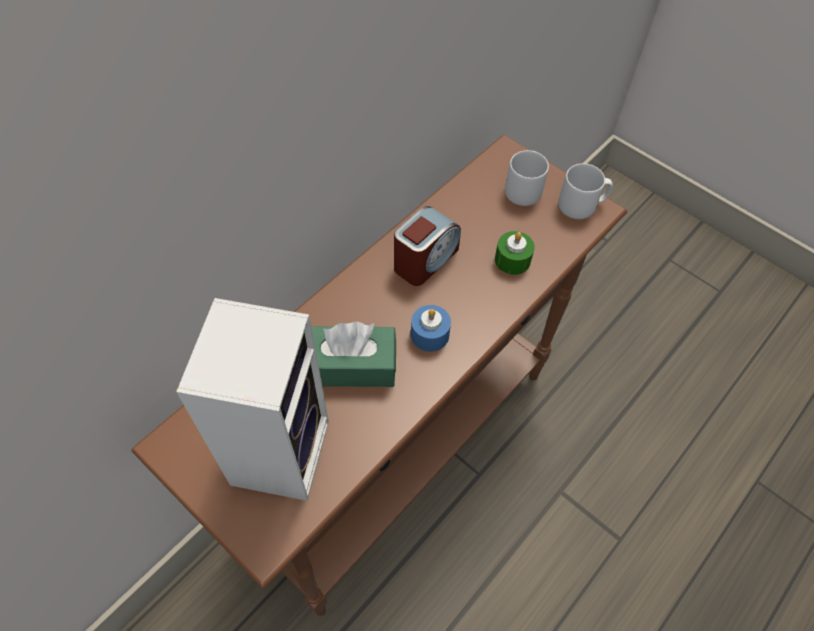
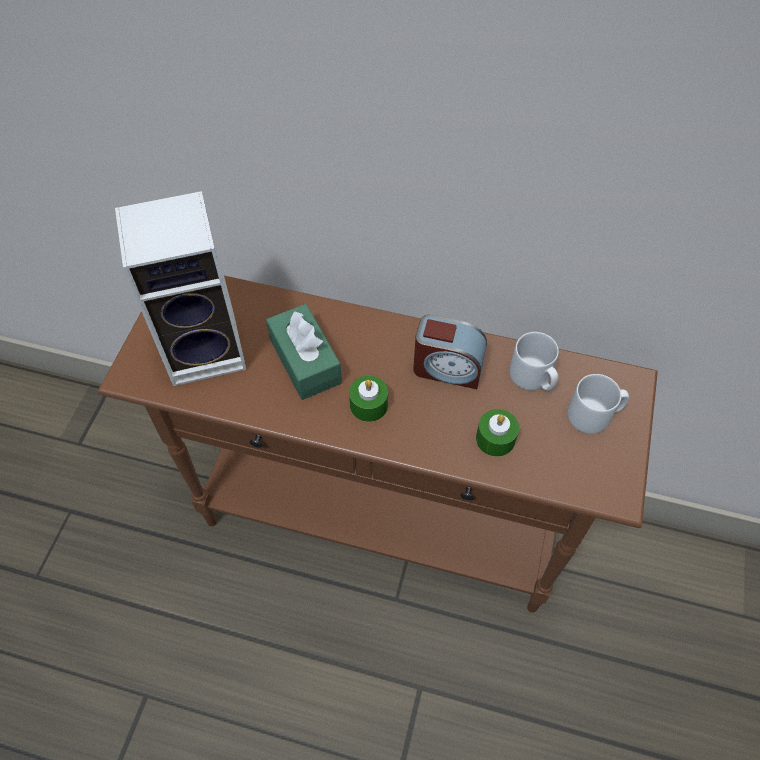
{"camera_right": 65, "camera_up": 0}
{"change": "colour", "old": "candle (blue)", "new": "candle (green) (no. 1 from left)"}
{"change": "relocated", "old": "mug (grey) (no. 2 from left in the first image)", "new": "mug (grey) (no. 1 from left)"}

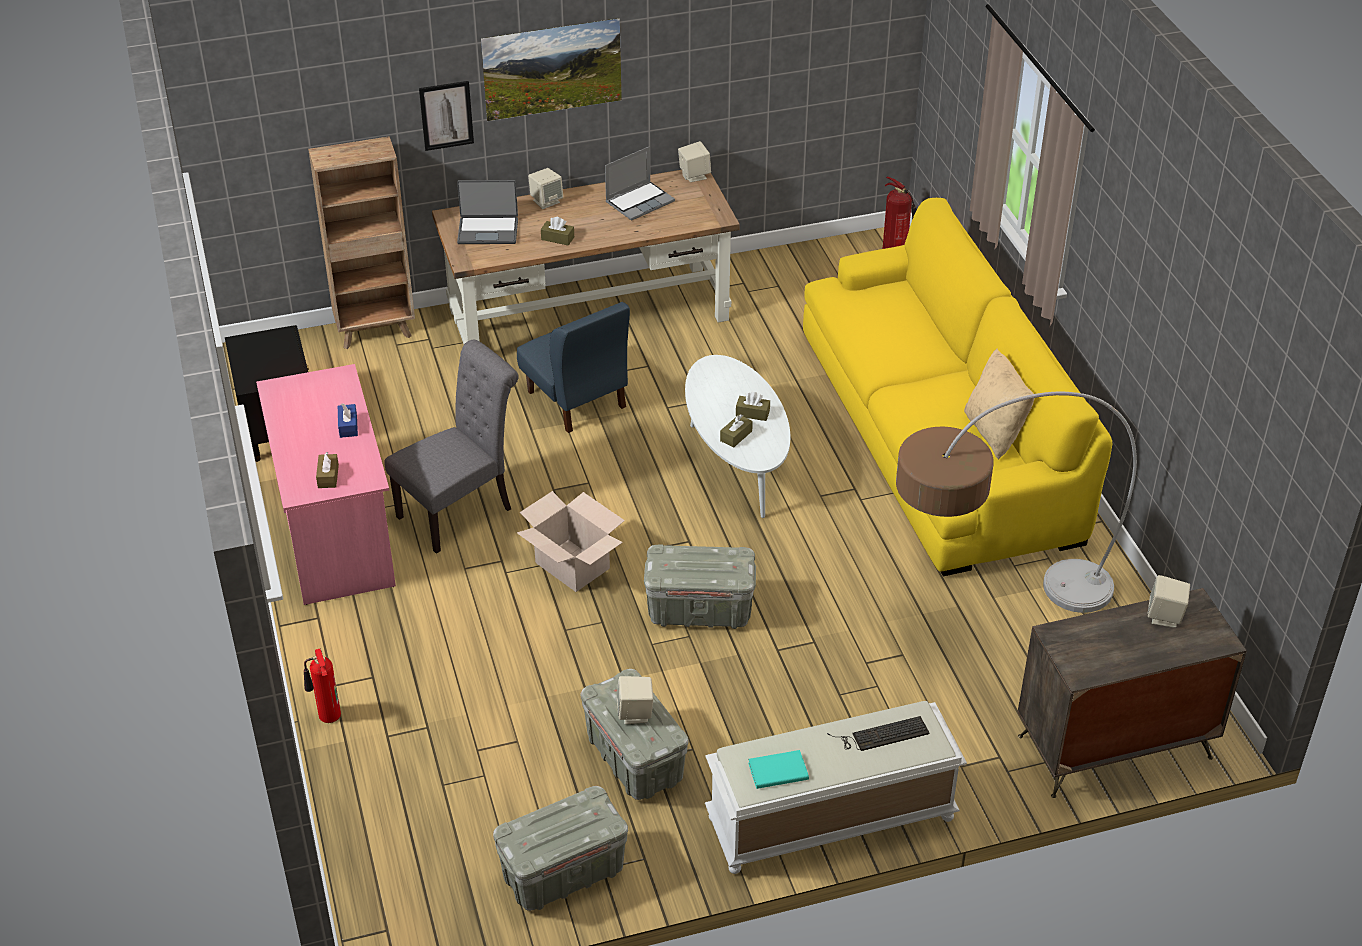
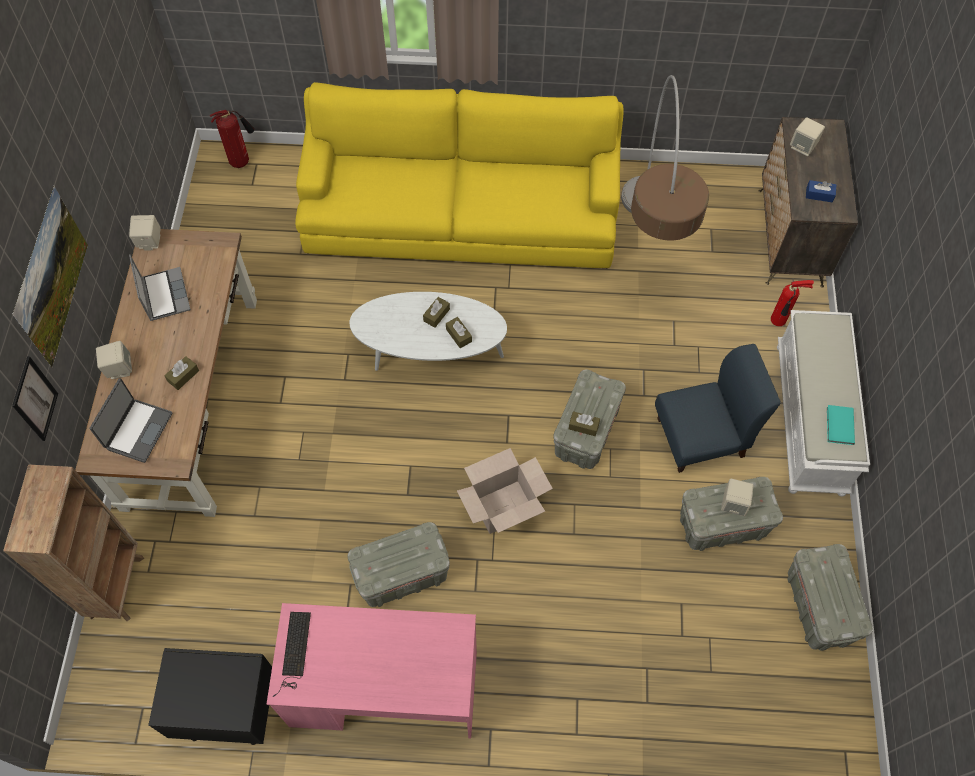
{"camera_right": -70, "camera_up": 20}
{"change": "relocated", "old": "fire extinguisher (no. 1 from left in the first image)", "new": "fire extinguisher (no. 2 from left)"}
{"change": "relocated", "old": "tissue box (brown) (no. 1 from left in the first image)", "new": "tissue box (brown) (no. 4 from left)"}
{"change": "relocated", "old": "tissue box (blue)"}
{"change": "exchanged", "old": "chair (grey)", "new": "storage box (grey) (no. 1 from left)"}
{"change": "relocated", "old": "chair (blue)"}
{"change": "relocated", "old": "keyboard"}
{"change": "missing", "old": "pillow (beige)"}

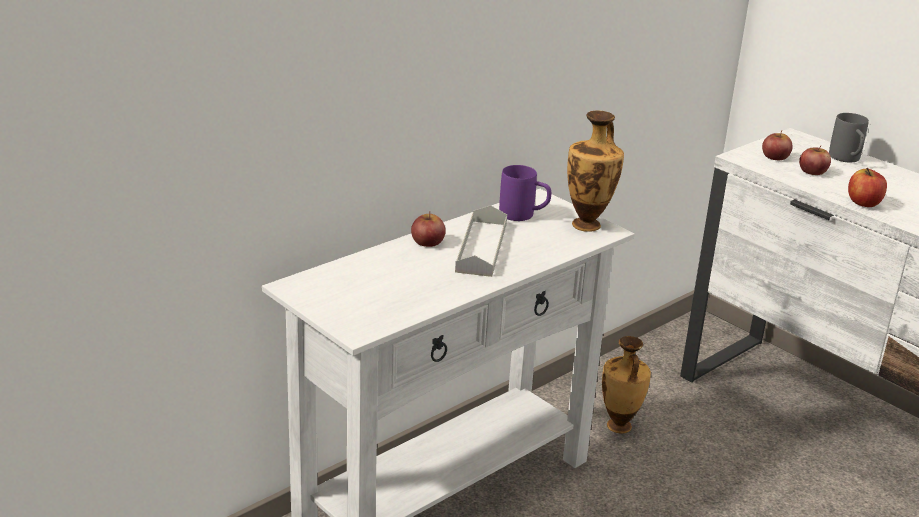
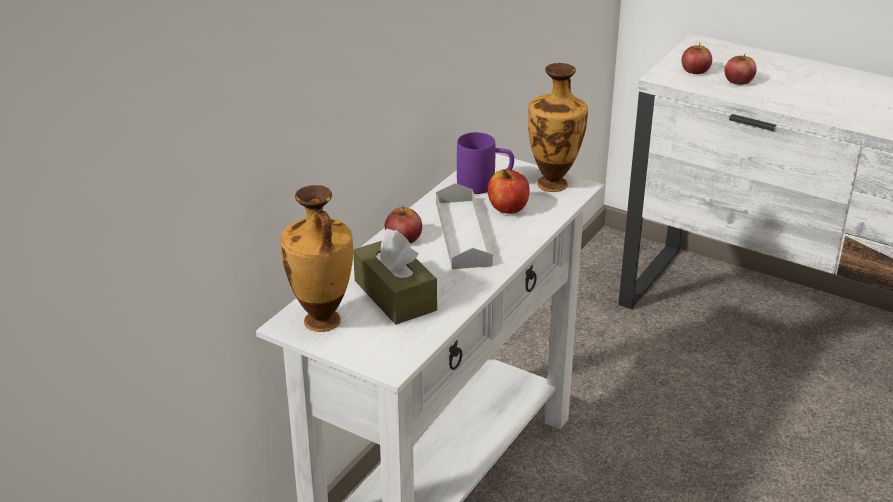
{"camera_right": -15, "camera_up": 5}
{"change": "relocated", "old": "vase (no. 2 from left in the first image)", "new": "vase (no. 1 from left)"}
{"change": "missing", "old": "mug (grey)"}
{"change": "relocated", "old": "apple (no. 4 from left in the first image)", "new": "apple (no. 2 from left)"}
{"change": "appeared", "new": "tissue box (brown)"}

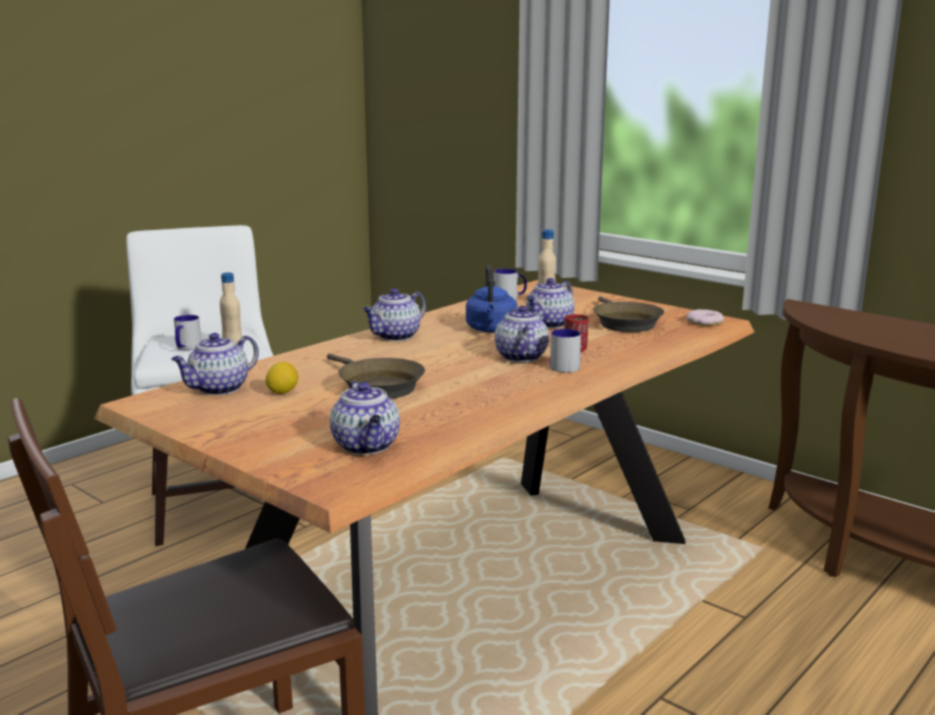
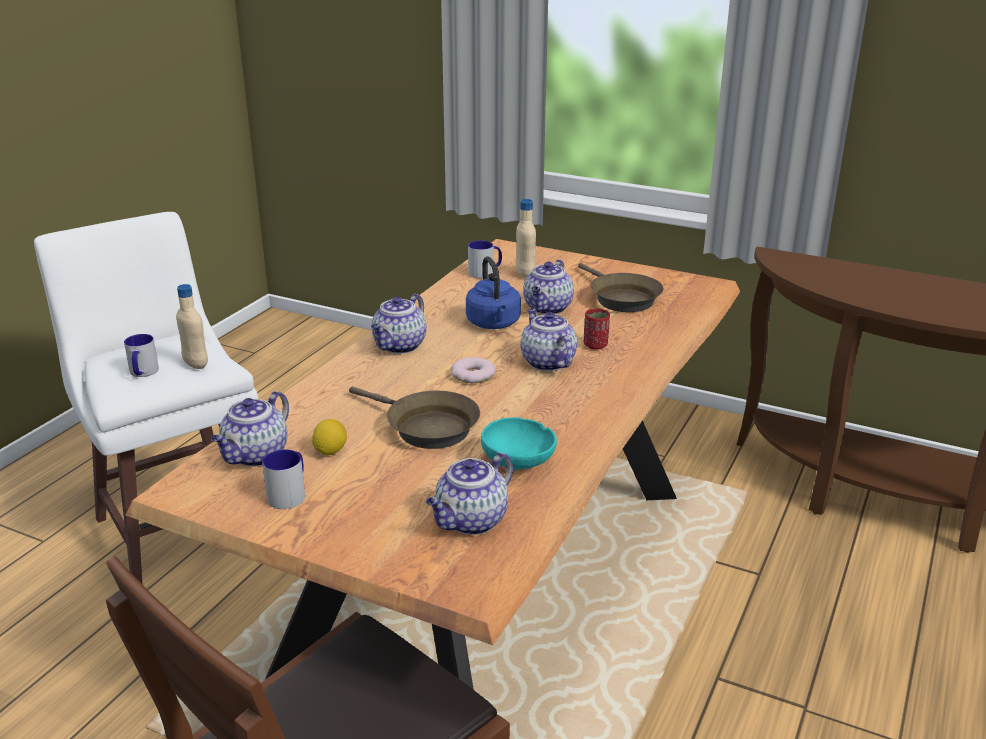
{"camera_right": -15, "camera_up": 10}
{"change": "spun", "old": "teapot (no. 2 from left in the first image)", "degrees": 75}
{"change": "relocated", "old": "mug (no. 3 from left in the first image)", "new": "mug (no. 2 from left)"}
{"change": "relocated", "old": "donut"}
{"change": "appeared", "new": "bowl (turquoise)"}

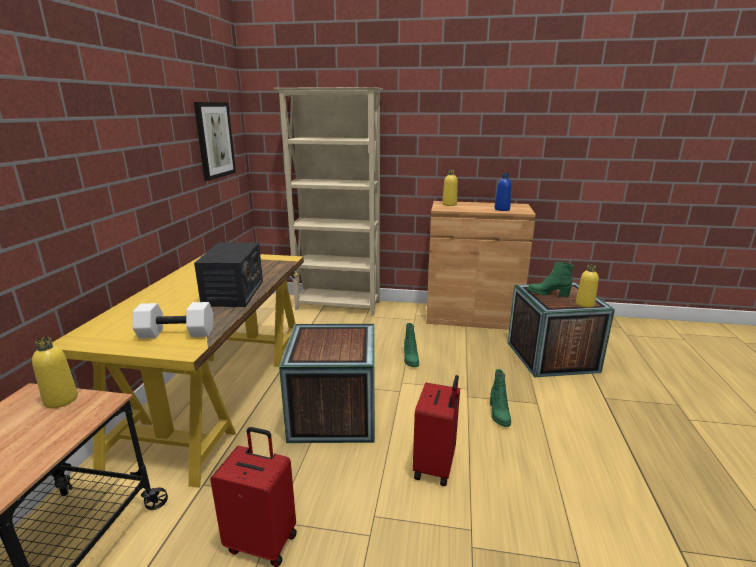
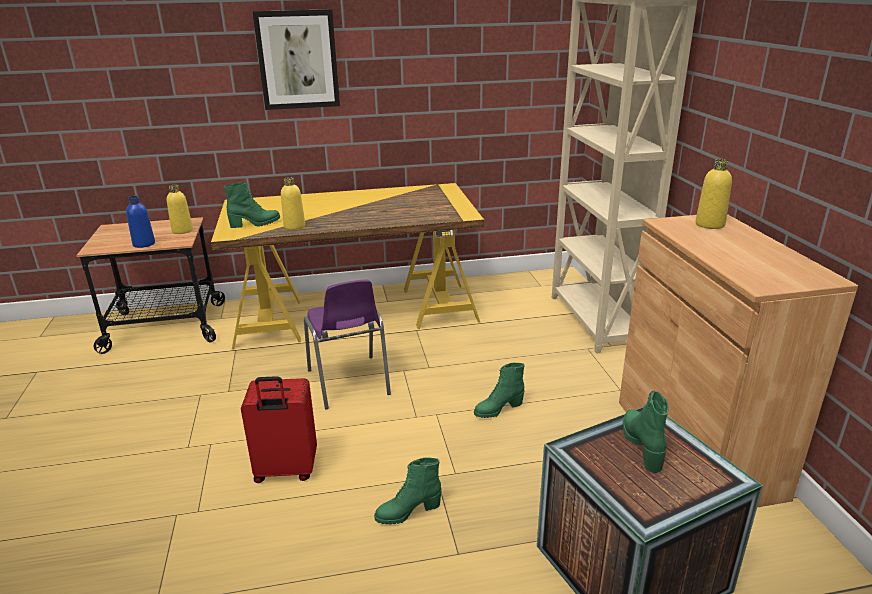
{"camera_right": 70, "camera_up": 5}
{"change": "exchanged", "old": "dumbbell (white)", "new": "boot (green) (no. 1 from left)"}
{"change": "relocated", "old": "picture"}
{"change": "missing", "old": "radio"}
{"change": "missing", "old": "suitcase (red) (no. 1 from left)"}
{"change": "exchanged", "old": "crate (no. 1 from left)", "new": "chair (purple)"}
{"change": "relocated", "old": "bottle (blue)"}
{"change": "relocated", "old": "bottle (yellow) (no. 3 from left in the first image)", "new": "bottle (yellow) (no. 2 from left)"}

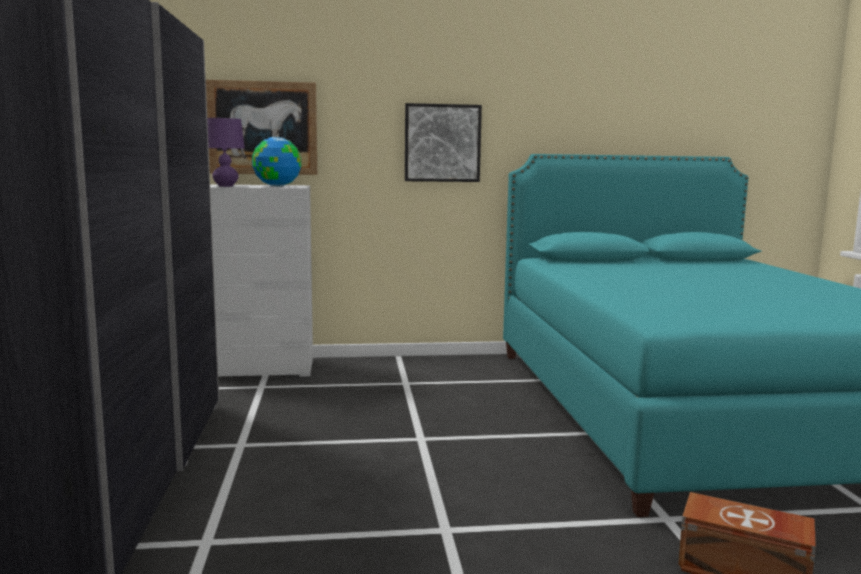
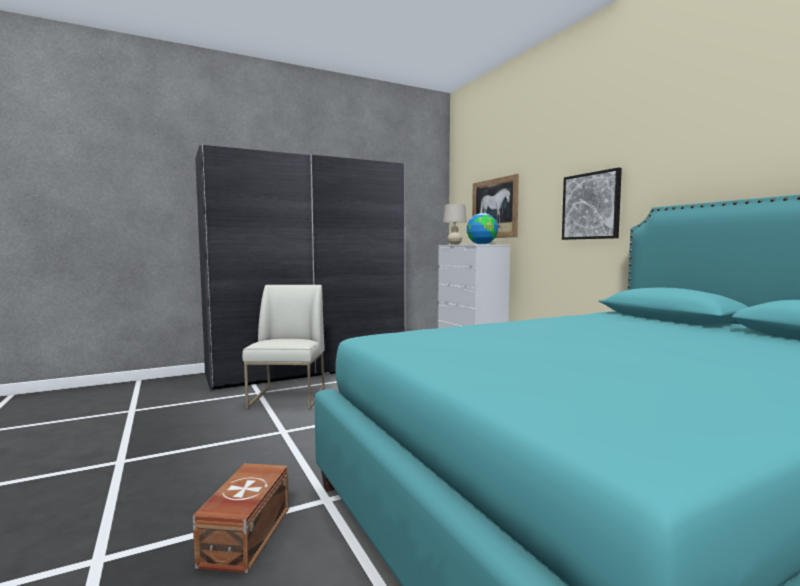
{"camera_right": 70, "camera_up": -5}
{"change": "colour", "old": "table lamp (purple)", "new": "table lamp (beige)"}
{"change": "appeared", "new": "chair (white)"}

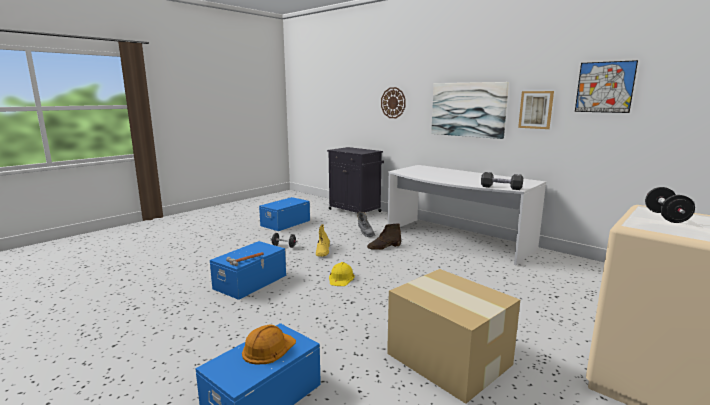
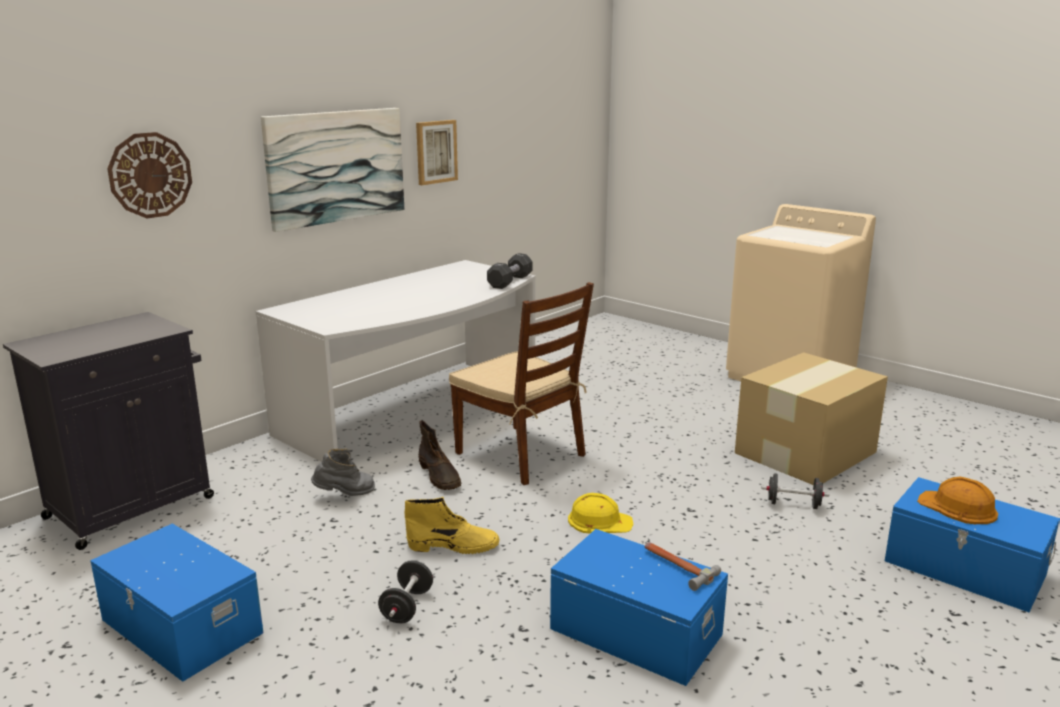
{"camera_right": -90, "camera_up": 5}
{"change": "missing", "old": "picture (no. 3 from left)"}
{"change": "relocated", "old": "dumbbell (black) (no. 3 from left)"}
{"change": "appeared", "new": "chair (brown)"}

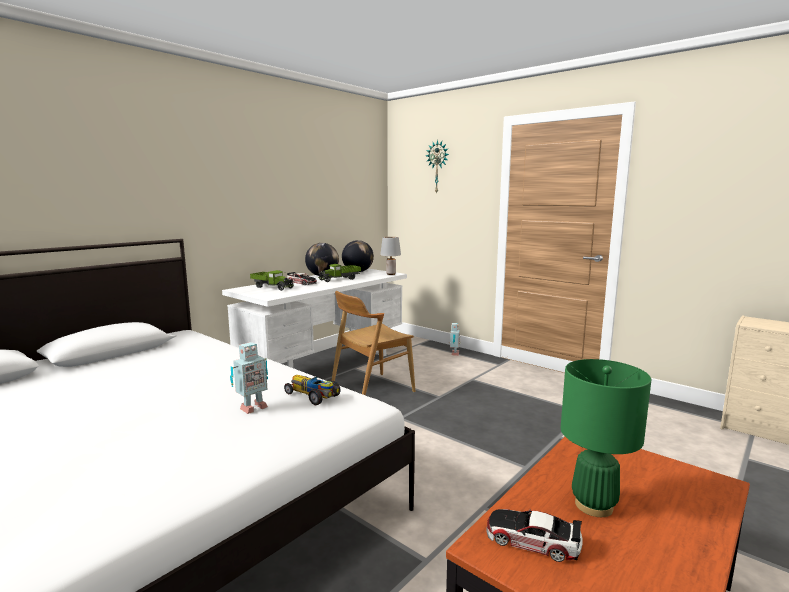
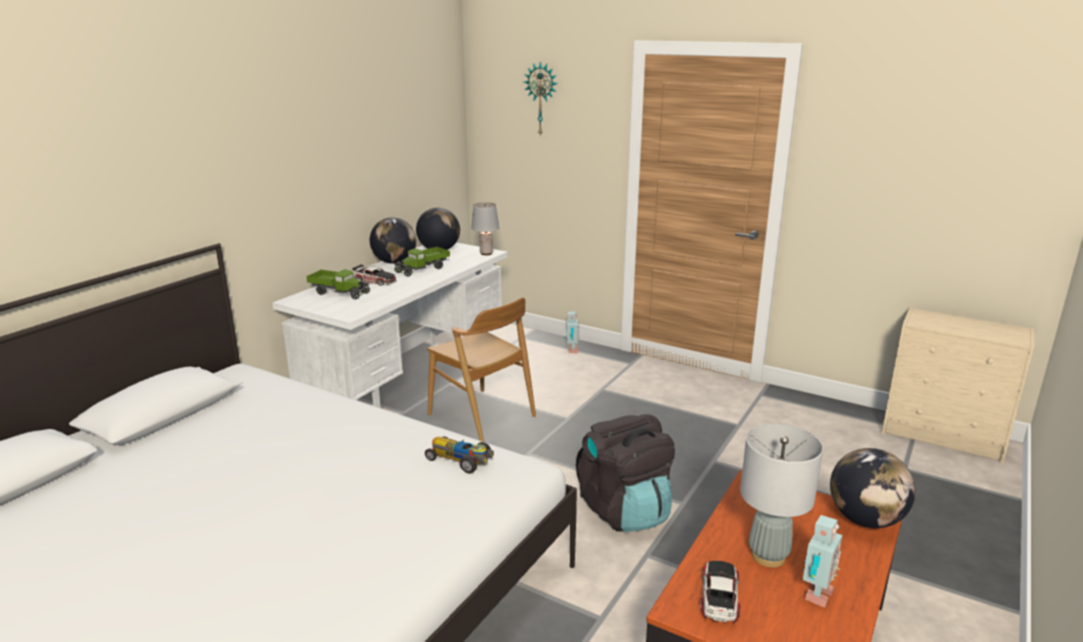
{"camera_right": -10, "camera_up": 10}
{"change": "relocated", "old": "toy robot (no. 1 from left in the first image)", "new": "toy robot (no. 2 from left)"}
{"change": "spun", "old": "chair (brown)", "degrees": -90}
{"change": "spun", "old": "toy car (no. 3 from left)", "degrees": 90}
{"change": "colour", "old": "table lamp (green)", "new": "table lamp (grey) (no. 2 from left)"}
{"change": "appeared", "new": "backpack (black)"}
{"change": "appeared", "new": "globe (no. 3 from left)"}

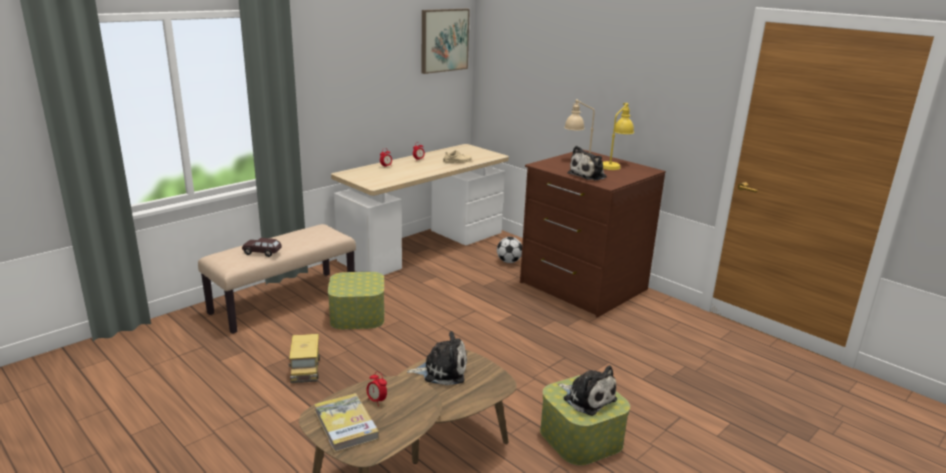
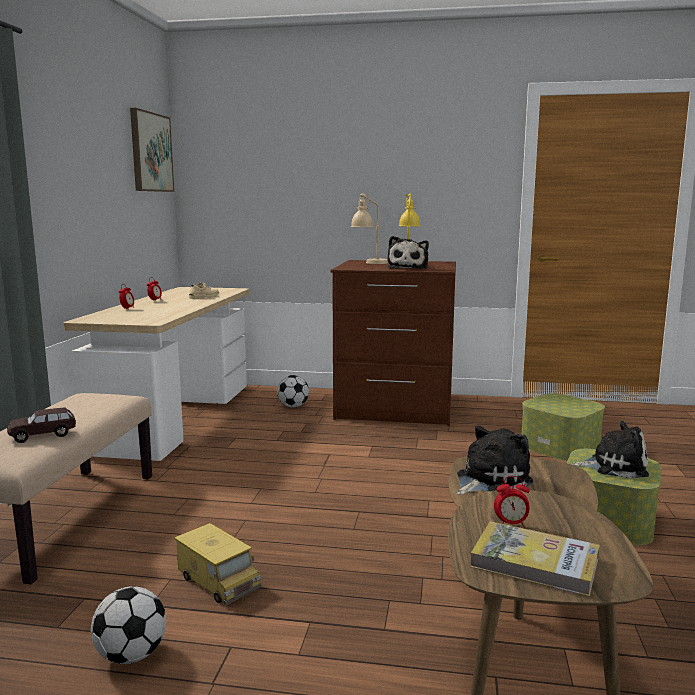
{"camera_right": -35, "camera_up": -10}
{"change": "relocated", "old": "storage box (no. 1 from left)"}
{"change": "appeared", "new": "football (no. 1 from left)"}

